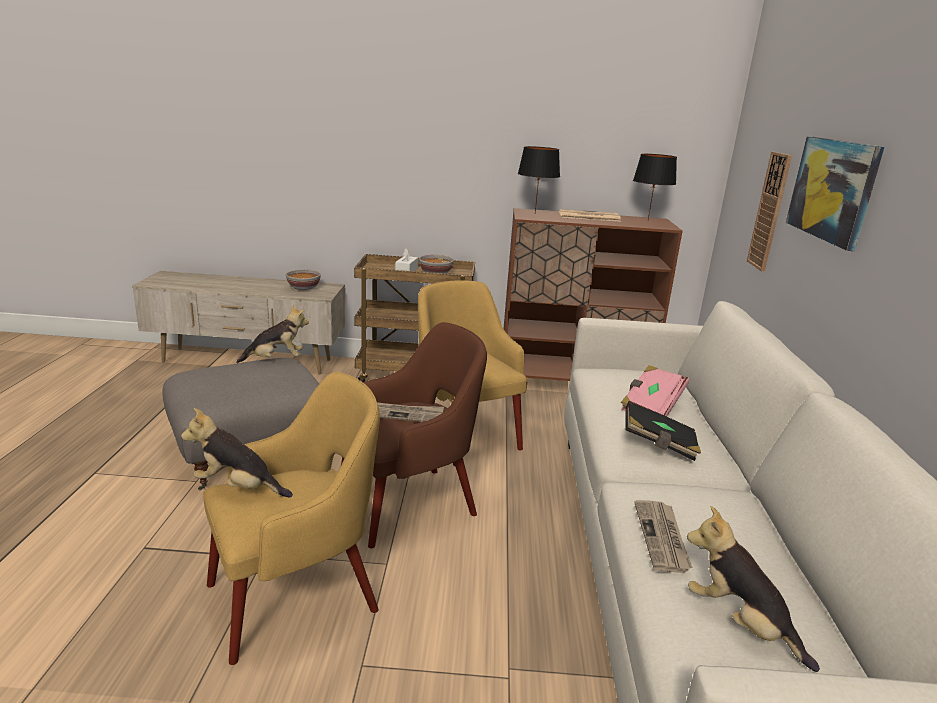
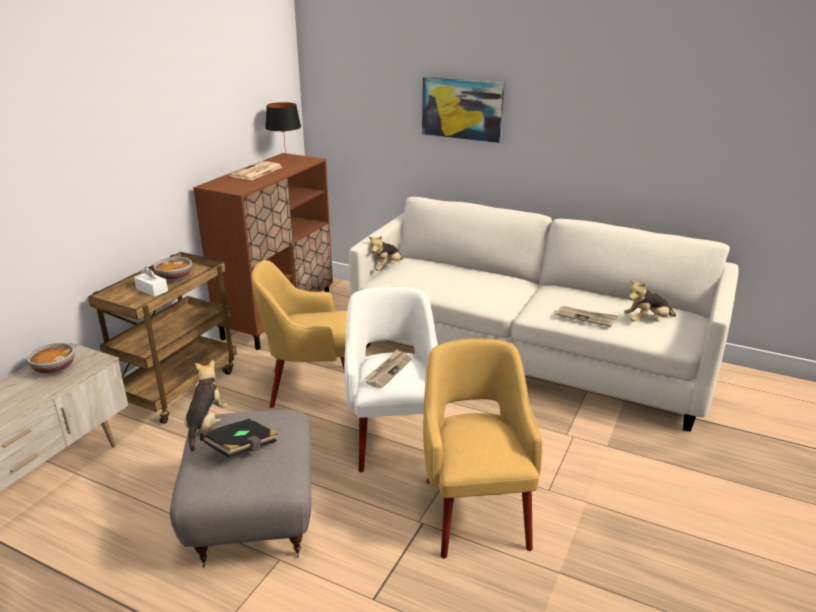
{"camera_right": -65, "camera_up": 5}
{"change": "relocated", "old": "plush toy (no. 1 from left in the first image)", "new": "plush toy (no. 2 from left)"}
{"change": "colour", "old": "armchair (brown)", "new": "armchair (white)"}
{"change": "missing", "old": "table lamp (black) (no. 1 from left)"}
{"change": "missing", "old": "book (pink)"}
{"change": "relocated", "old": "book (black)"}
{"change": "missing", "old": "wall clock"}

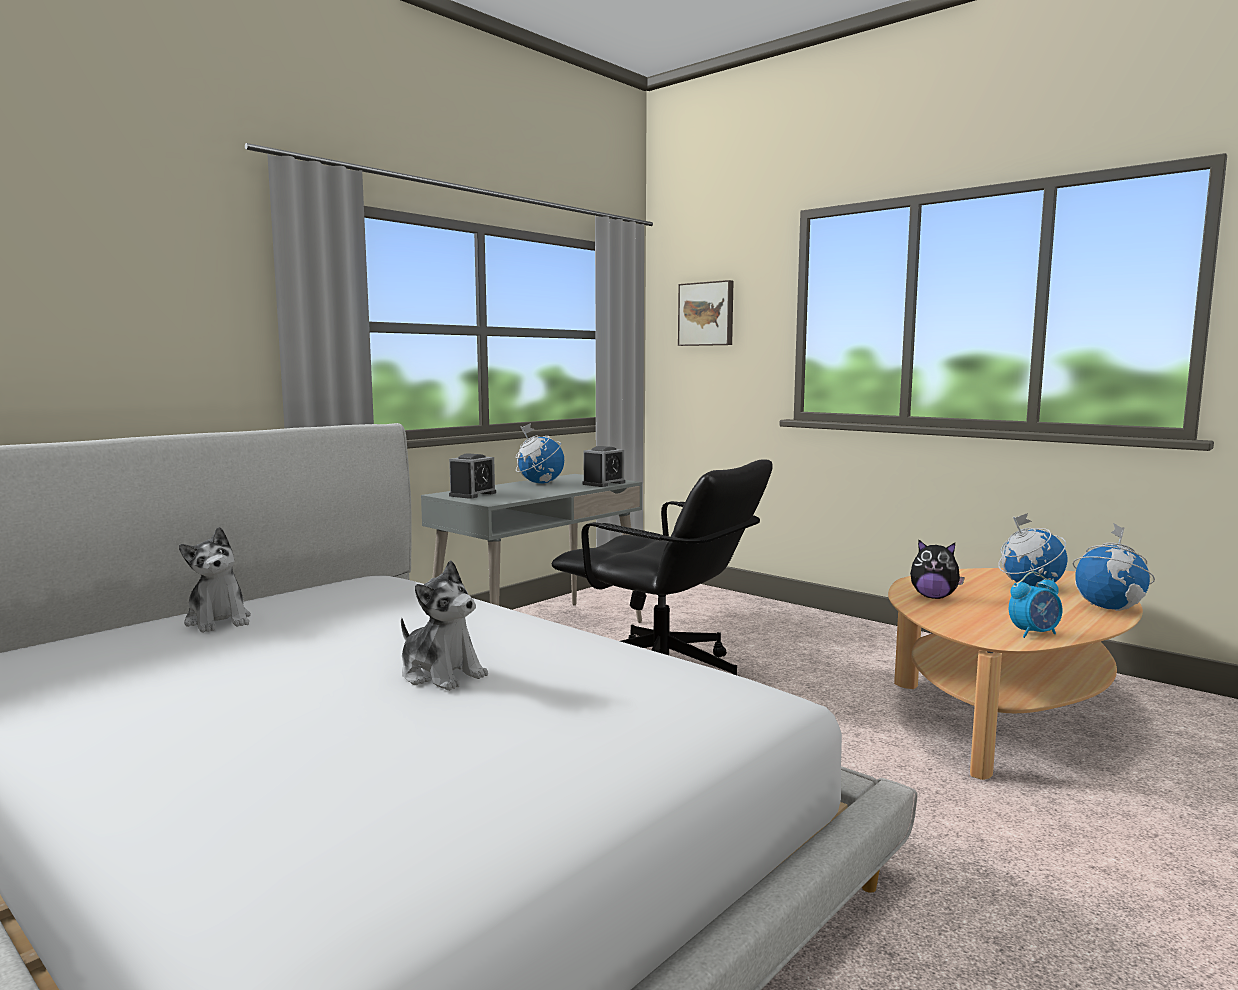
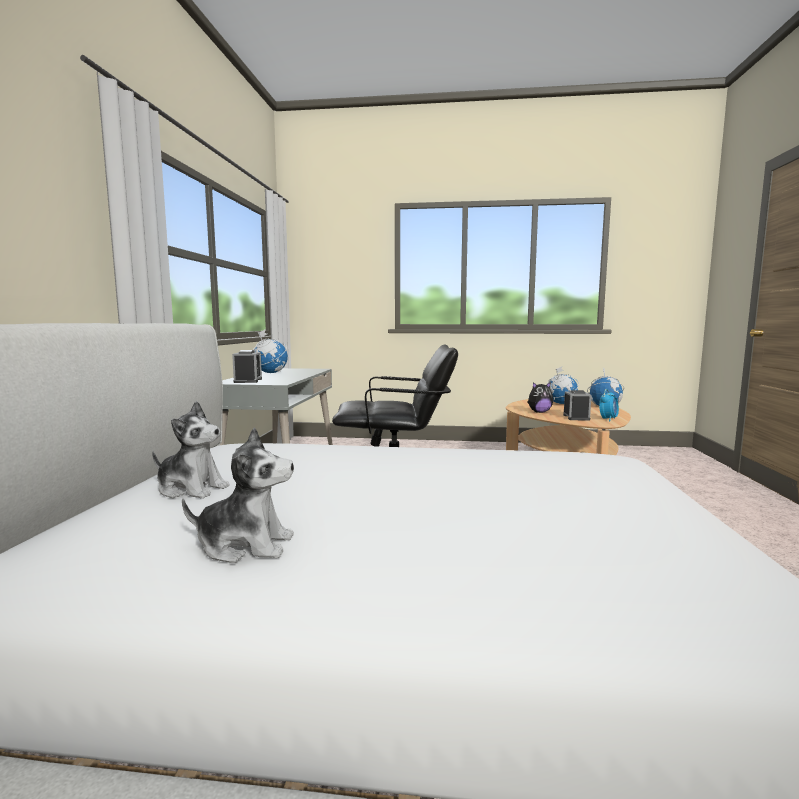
{"camera_right": -35, "camera_up": 0}
{"change": "relocated", "old": "plush toy (no. 2 from left)"}
{"change": "relocated", "old": "alarm clock (no. 2 from left)"}
{"change": "missing", "old": "picture"}

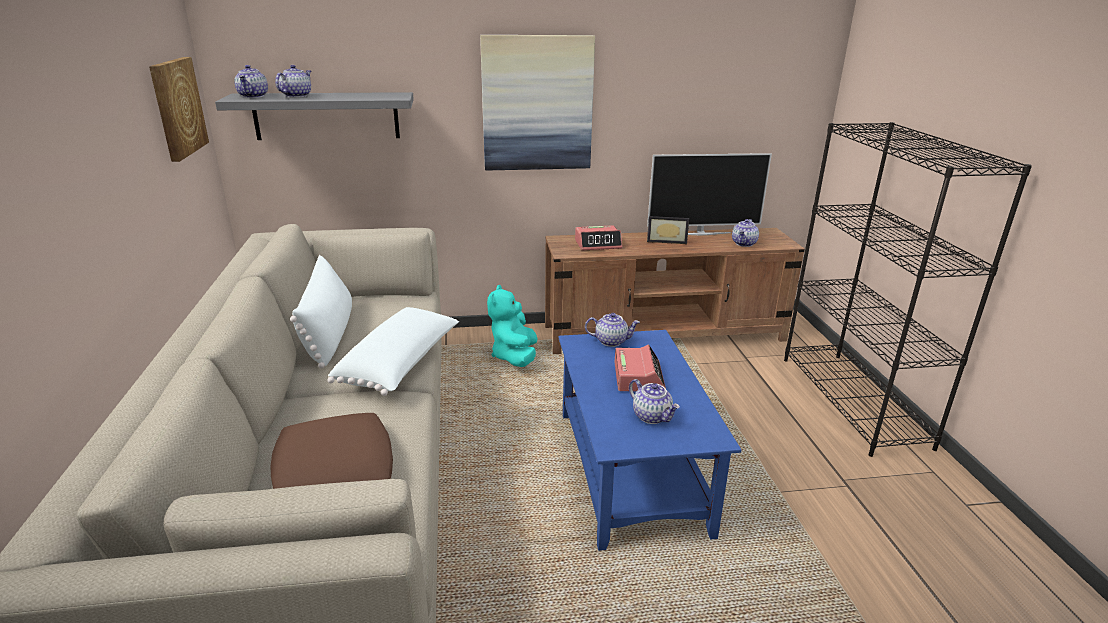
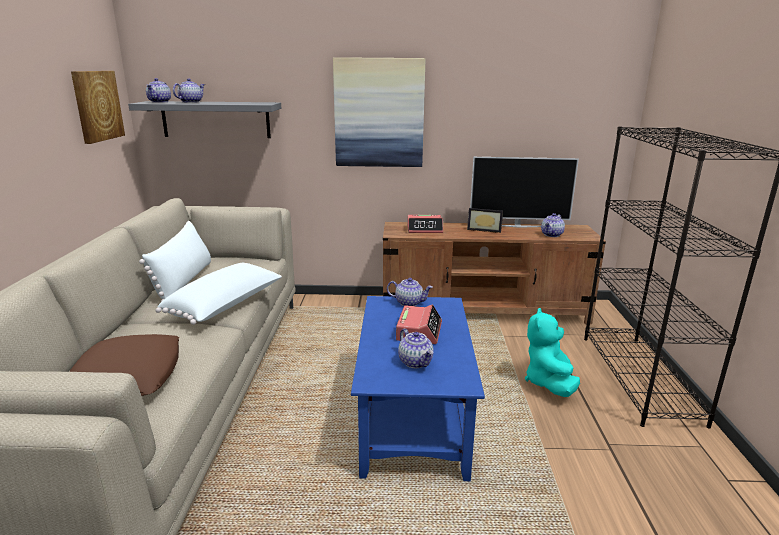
{"camera_right": 10, "camera_up": -5}
{"change": "relocated", "old": "plush toy (turquoise)"}

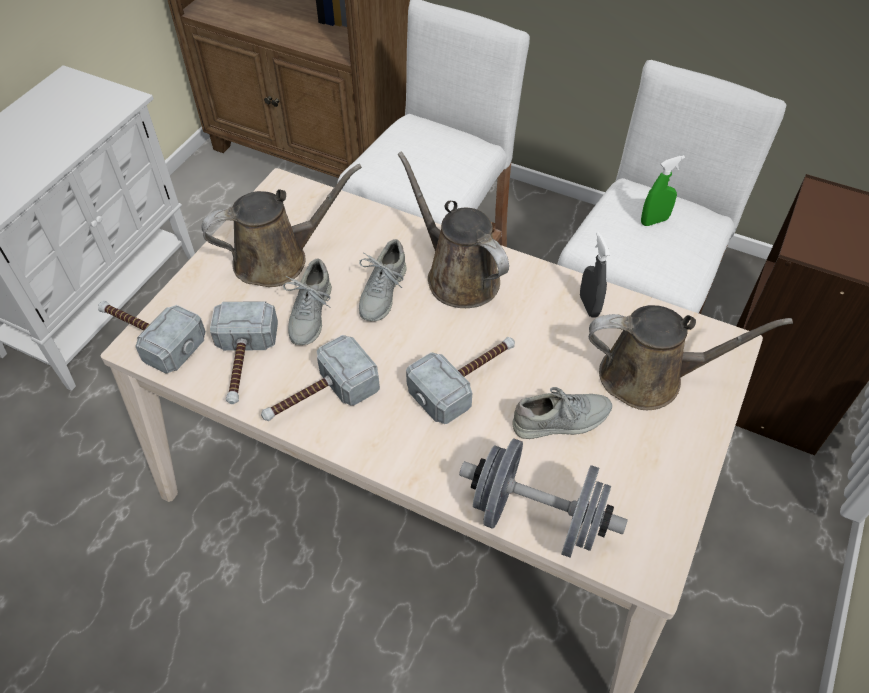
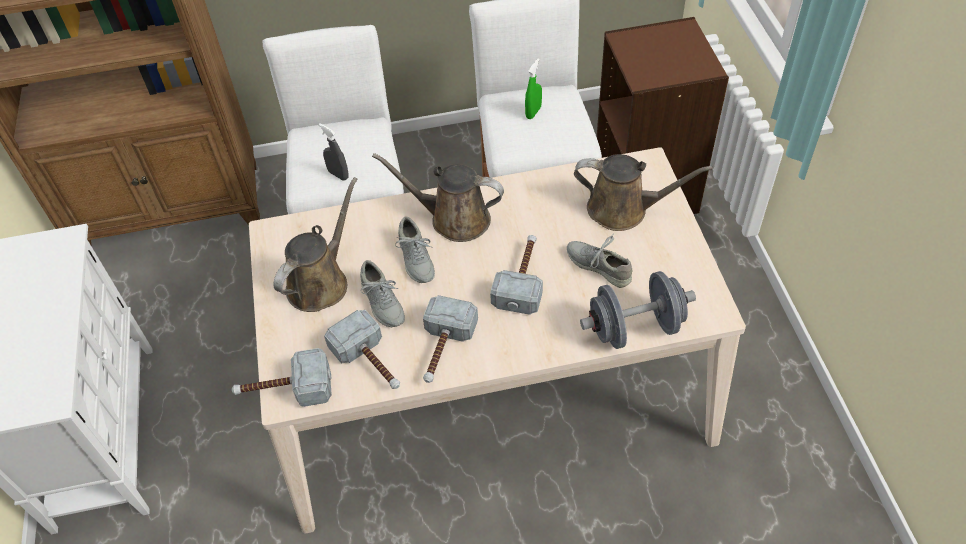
{"camera_right": -35, "camera_up": 0}
{"change": "spun", "old": "shoe (grey) (no. 3 from left)", "degrees": -90}
{"change": "relocated", "old": "spray bottle (grey)"}
{"change": "spun", "old": "watering can (brown) (no. 3 from left)", "degrees": 45}

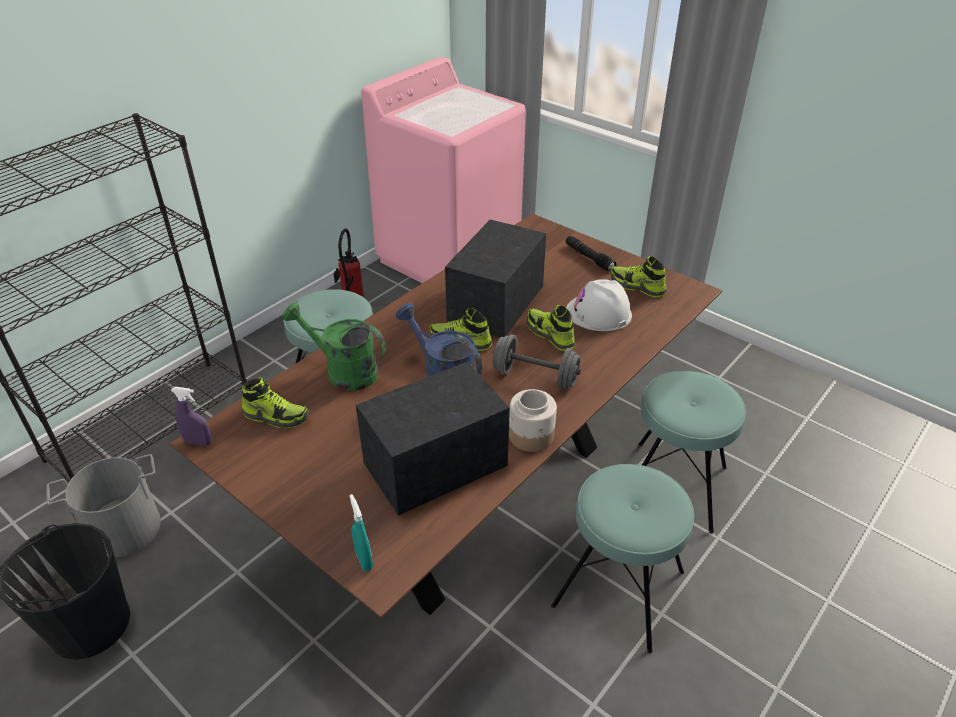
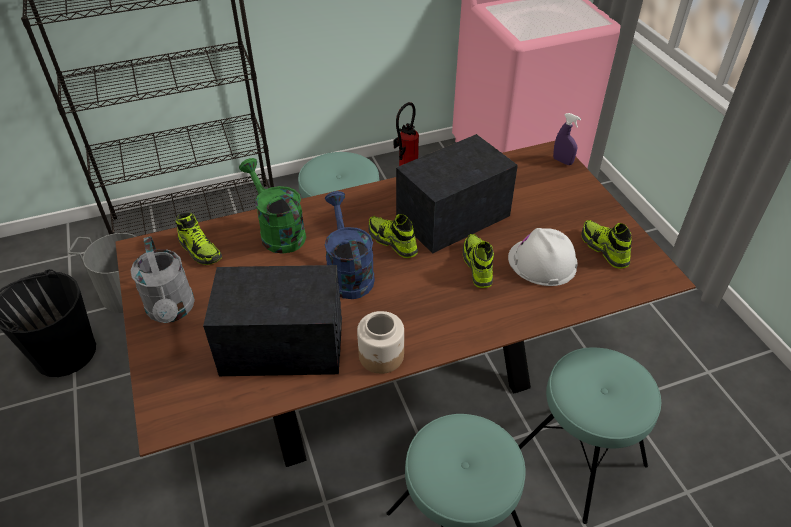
{"camera_right": 30, "camera_up": 5}
{"change": "relocated", "old": "spray bottle (purple)"}
{"change": "missing", "old": "spray bottle (turquoise)"}
{"change": "missing", "old": "dumbbell (grey)"}
{"change": "missing", "old": "flashlight (black)"}
{"change": "appeared", "new": "watering can (grey)"}

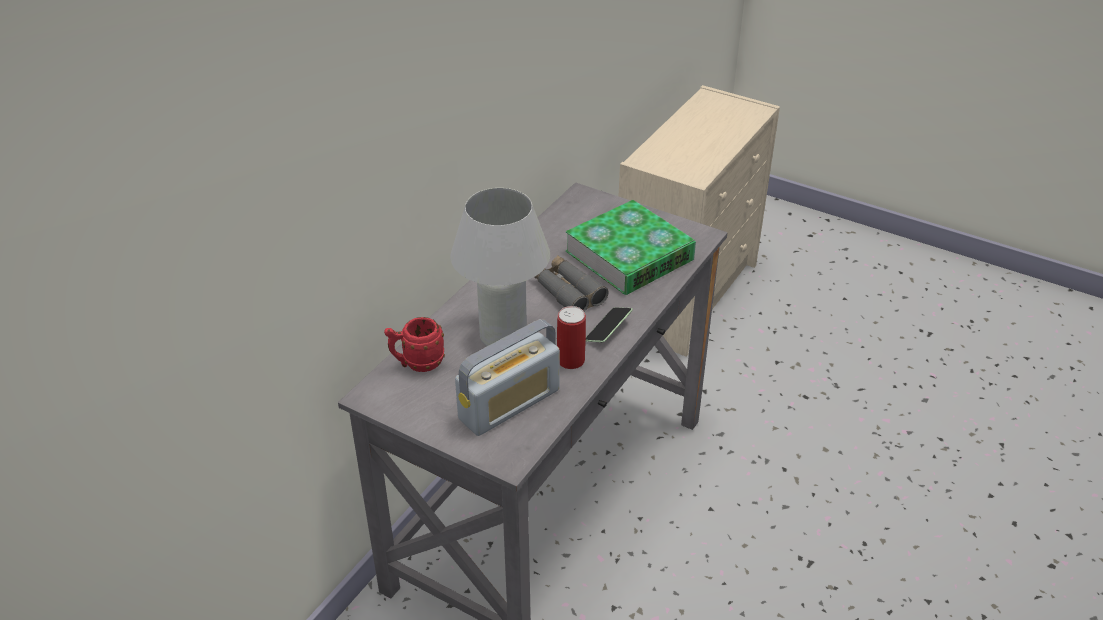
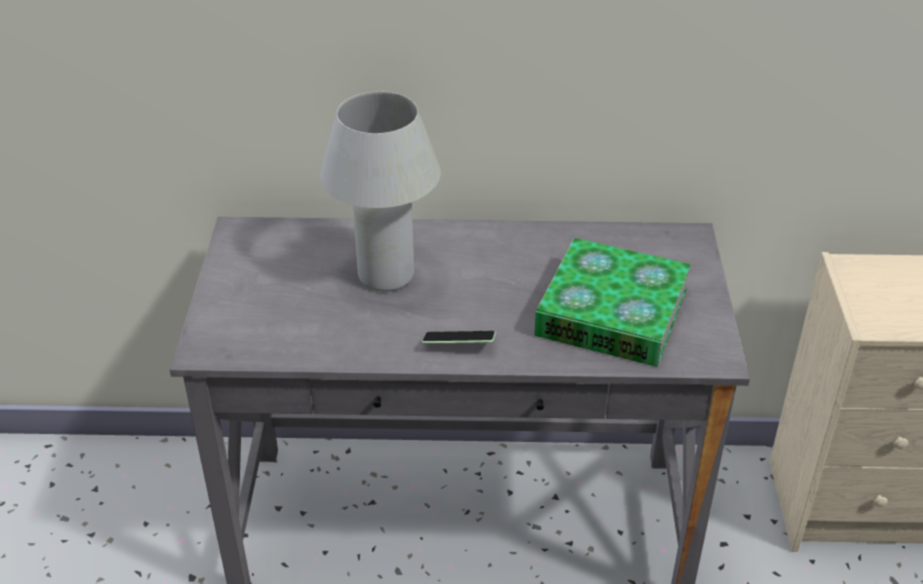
{"camera_right": 60, "camera_up": 0}
{"change": "missing", "old": "mug (red)"}
{"change": "missing", "old": "radio"}
{"change": "missing", "old": "binoculars (grey)"}
{"change": "missing", "old": "can"}

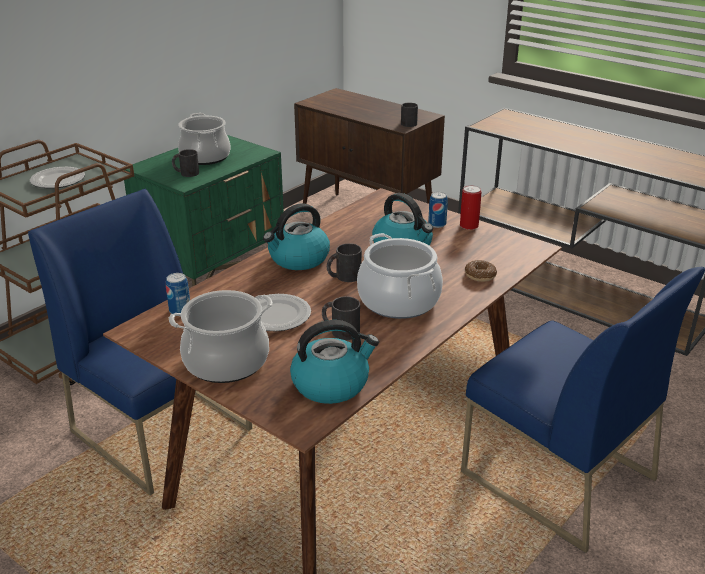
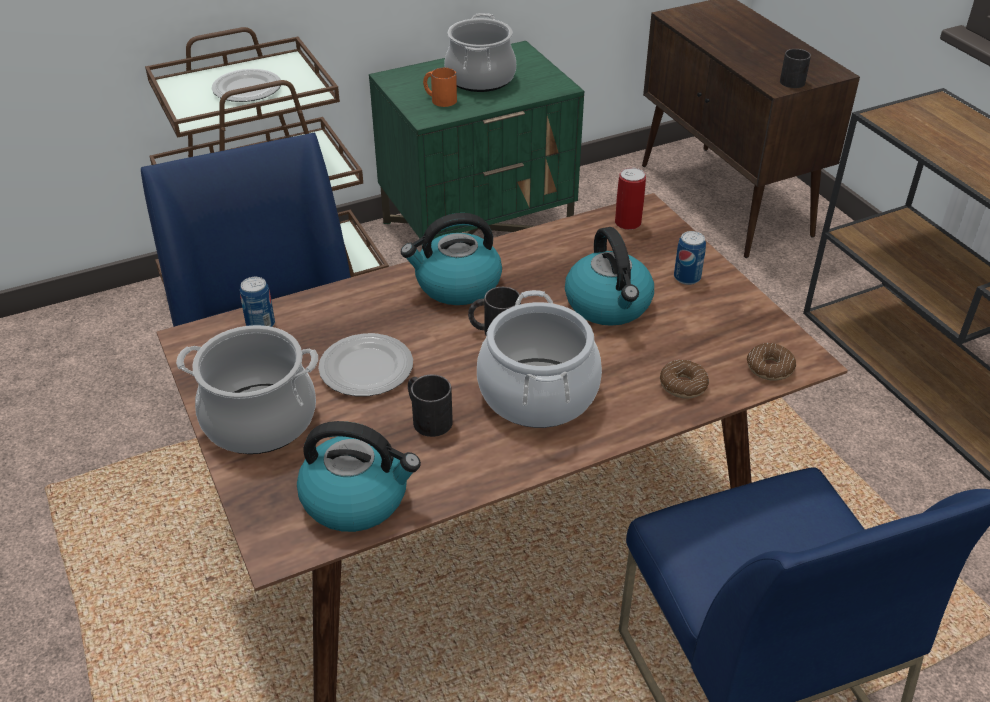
{"camera_right": 25, "camera_up": 10}
{"change": "colour", "old": "mug (black) (no. 1 from left)", "new": "mug (orange)"}
{"change": "relocated", "old": "can (no. 3 from left in the first image)", "new": "can (no. 2 from left)"}
{"change": "appeared", "new": "donut (no. 2 from left)"}

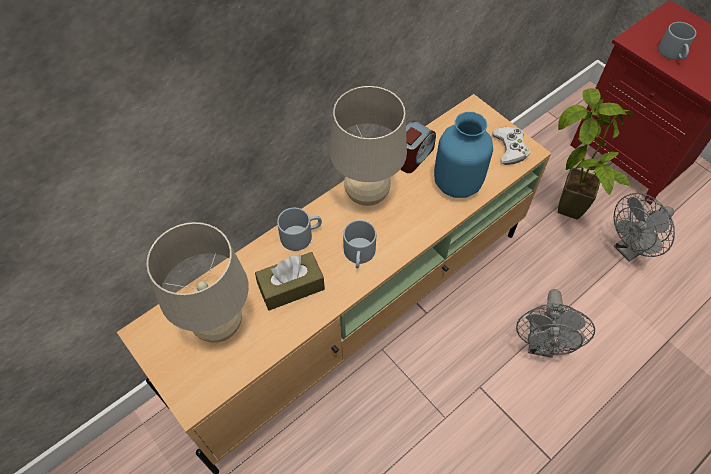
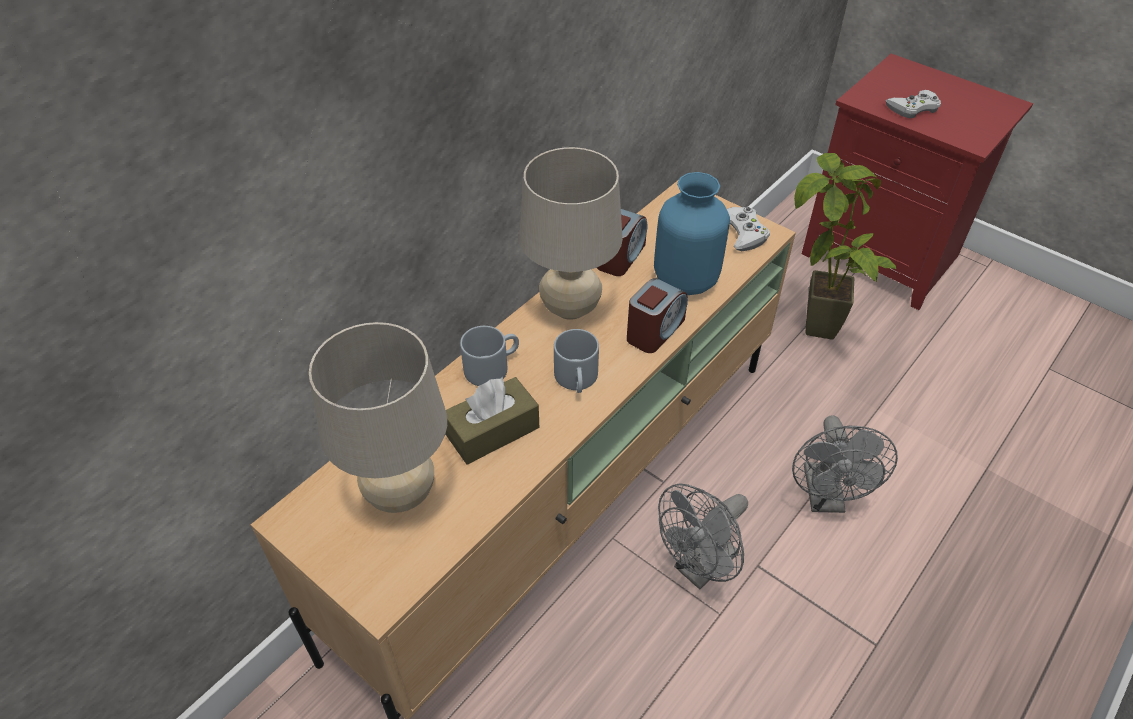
{"camera_right": -10, "camera_up": -10}
{"change": "relocated", "old": "fan (grey) (no. 2 from left in the first image)", "new": "fan (grey) (no. 1 from left)"}
{"change": "exchanged", "old": "mug (grey) (no. 3 from left)", "new": "game controller (white) (no. 2 from left)"}
{"change": "appeared", "new": "alarm clock (no. 2 from left)"}

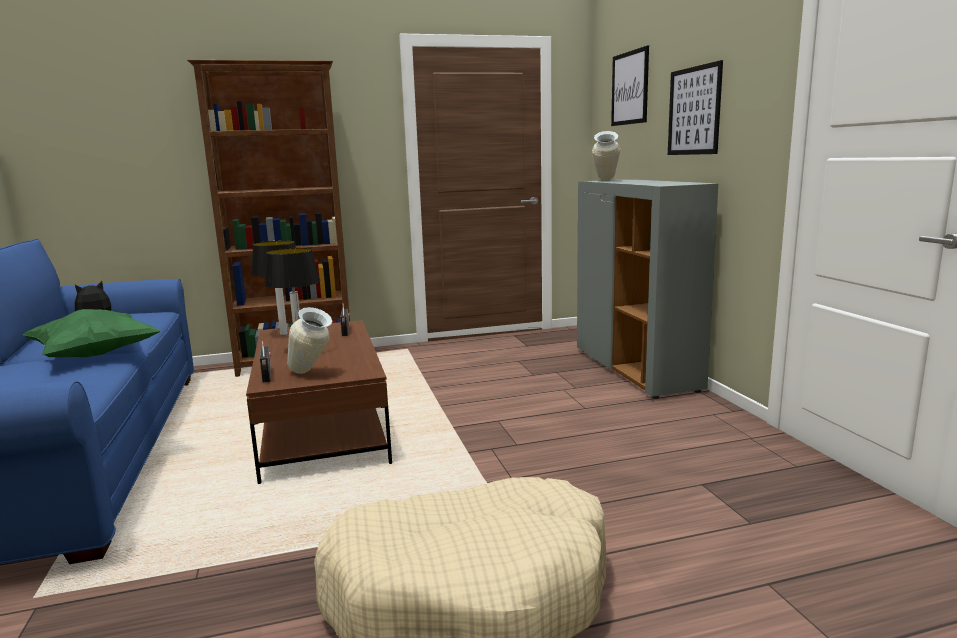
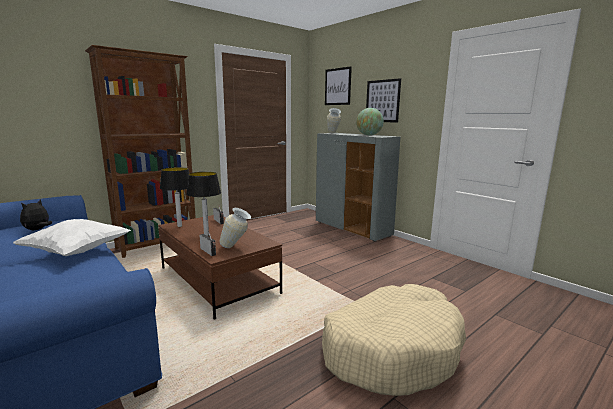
{"camera_right": -25, "camera_up": 0}
{"change": "colour", "old": "pillow (green)", "new": "pillow (white)"}
{"change": "appeared", "new": "globe"}

